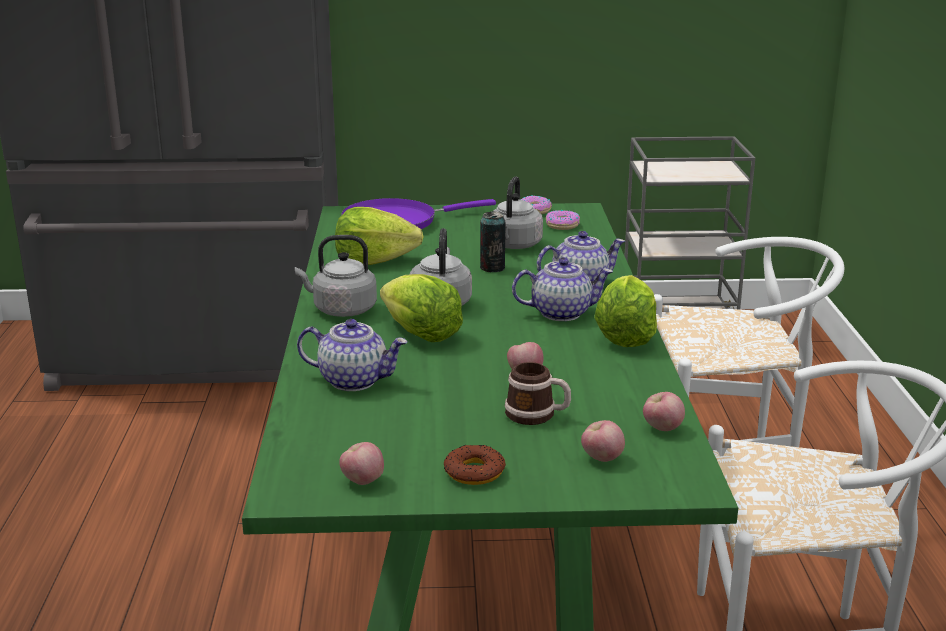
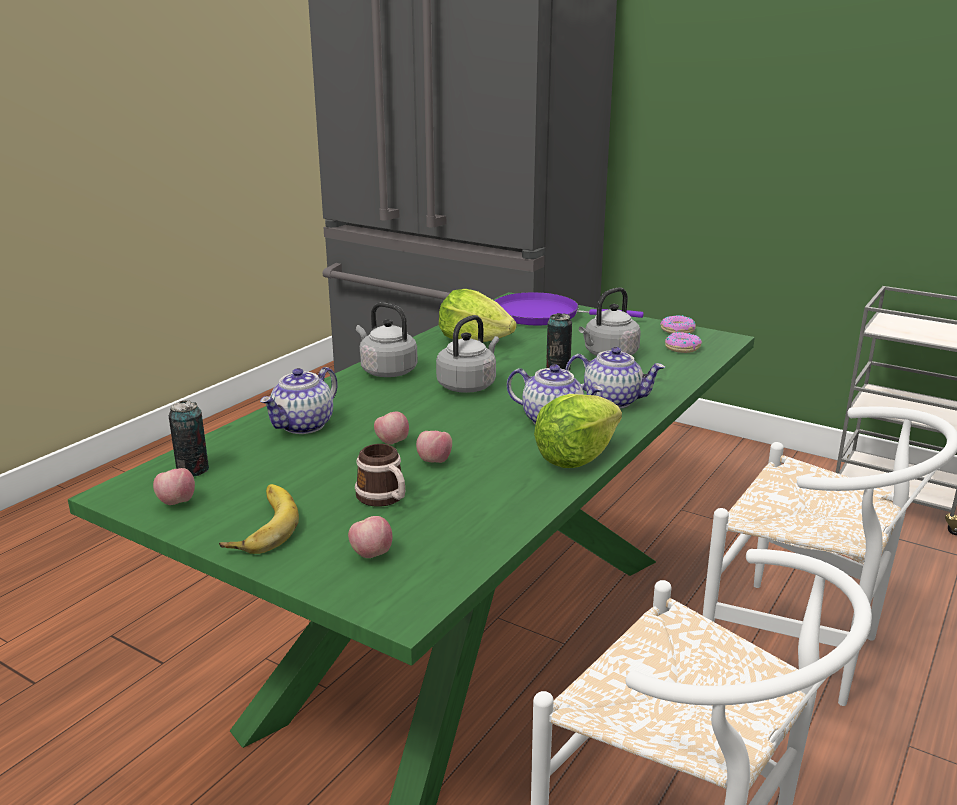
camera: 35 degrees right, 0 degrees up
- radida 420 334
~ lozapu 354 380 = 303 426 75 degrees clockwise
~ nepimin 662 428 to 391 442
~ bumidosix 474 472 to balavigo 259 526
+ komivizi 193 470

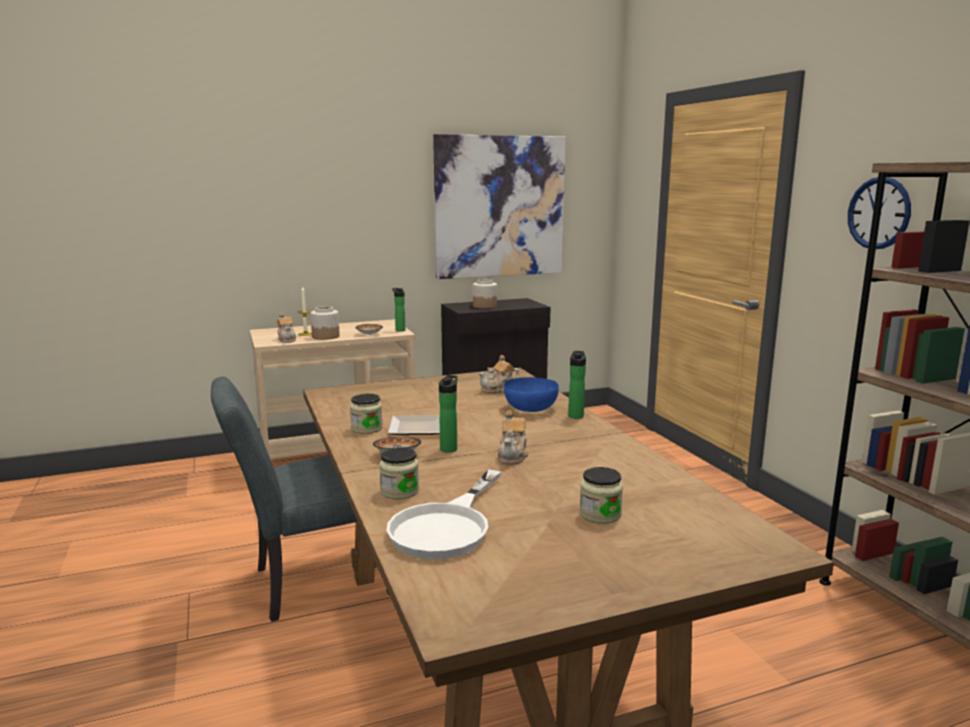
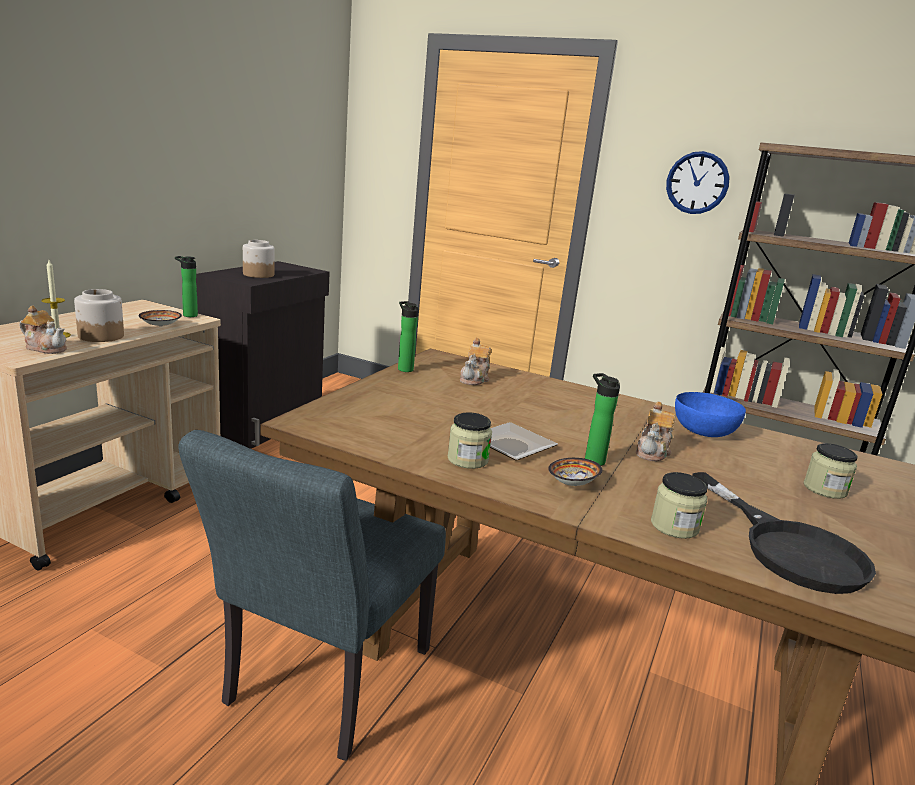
camera: 45 degrees left, 5 degrees up
- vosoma 500 207
~ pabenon 576 415 to 404 369
~ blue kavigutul 530 408 to 704 431
~ lozapu 512 456 = 653 452 60 degrees clockwise
~ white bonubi 447 526 to black bonubi 788 547

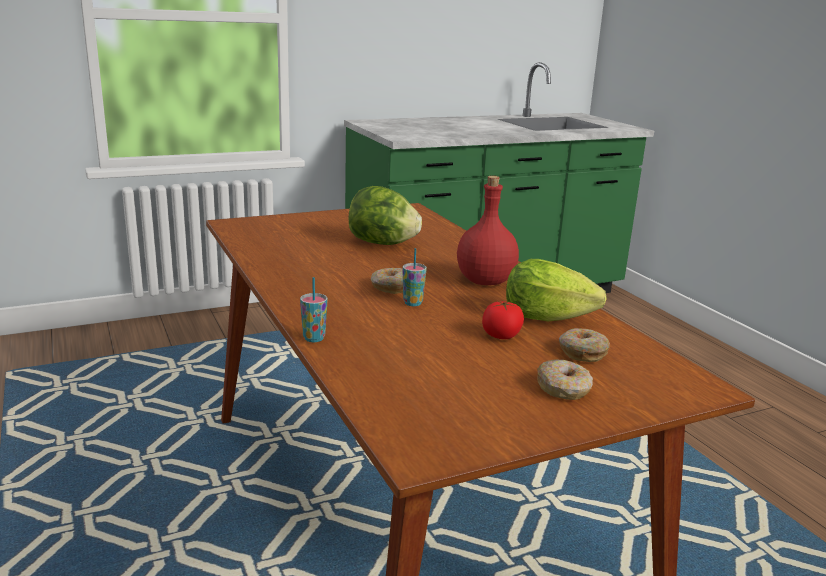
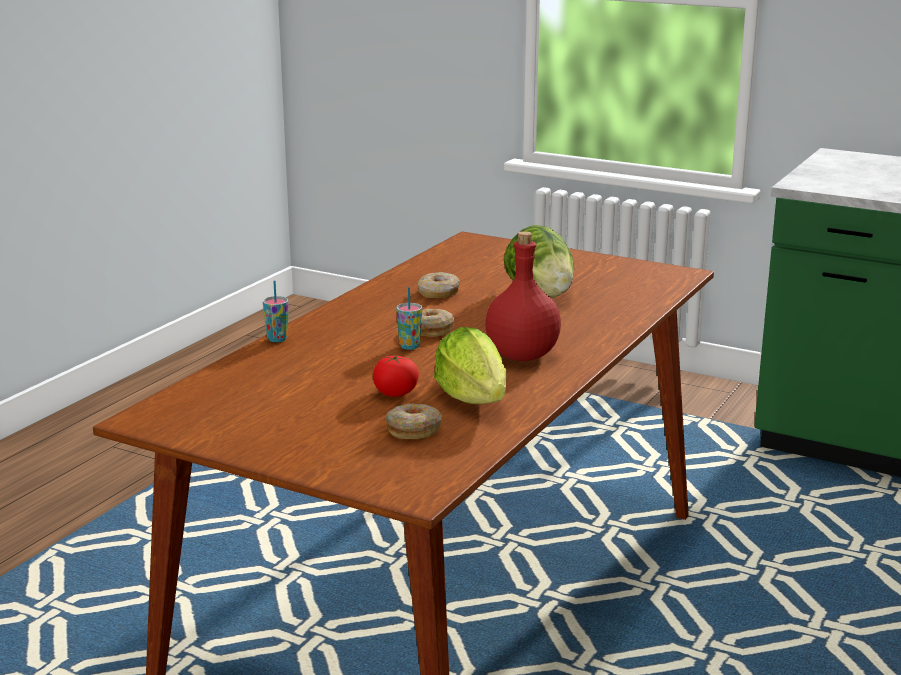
camera: 55 degrees right, 0 degrees up
~ bumidosix 564 388 to 438 293

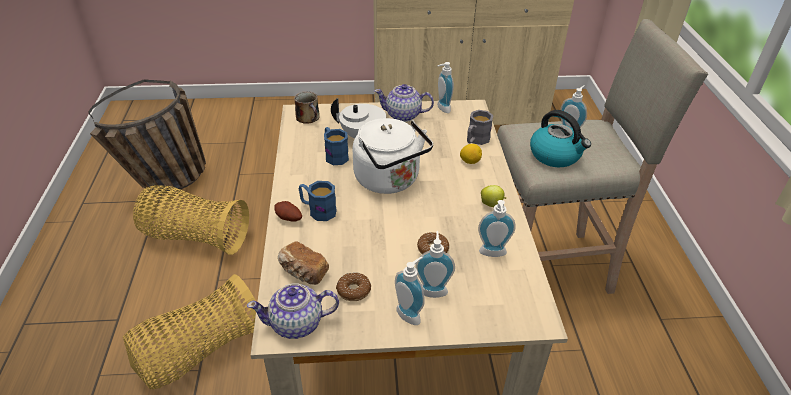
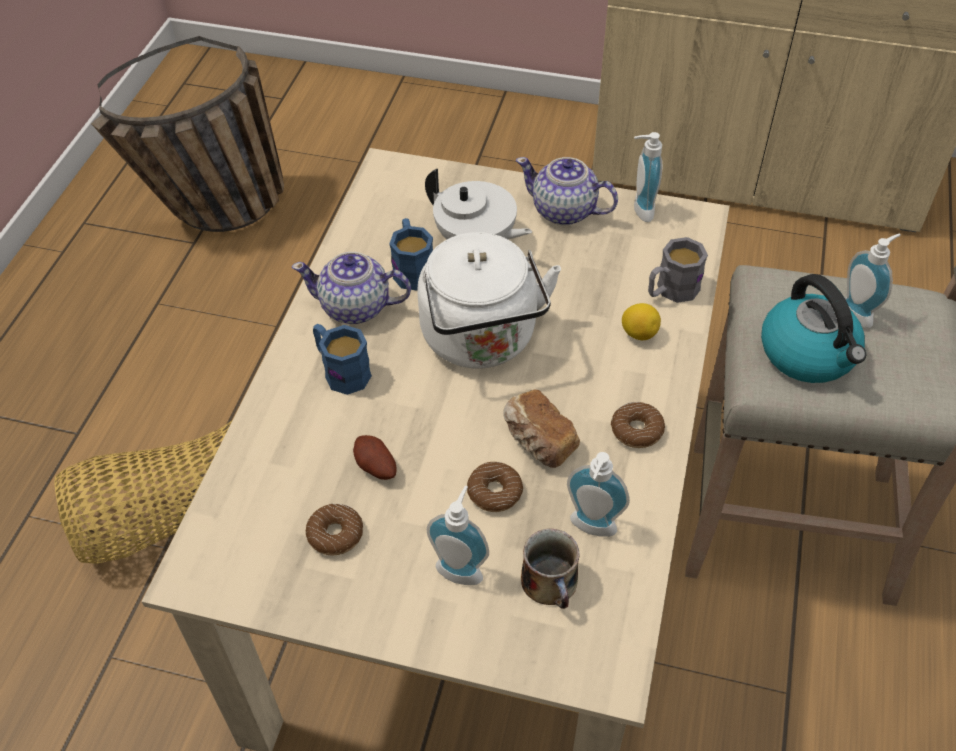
camera: 20 degrees right, 10 degrees up
~ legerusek 308 117 to 551 583
- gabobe 195 237
~ nepimin 492 204 to bumidosix 637 430
~ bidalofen 288 219 to 375 468
~ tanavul 303 273 to 537 441
- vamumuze 410 313
~ lozapu 297 324 to 356 307

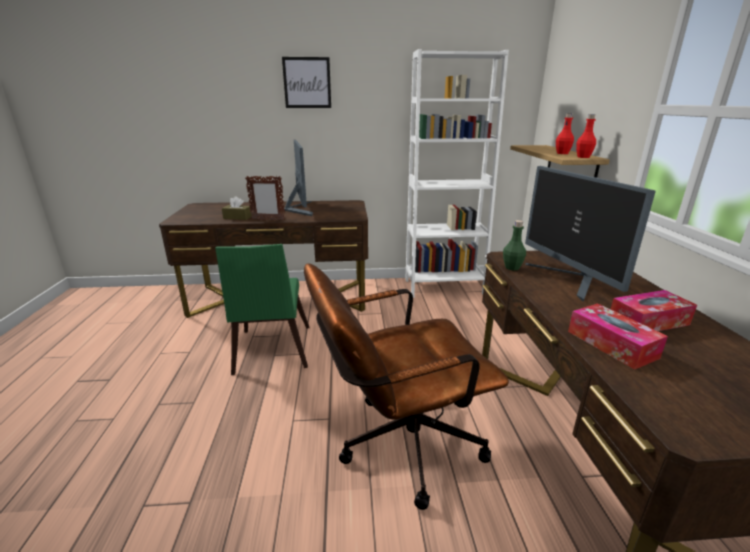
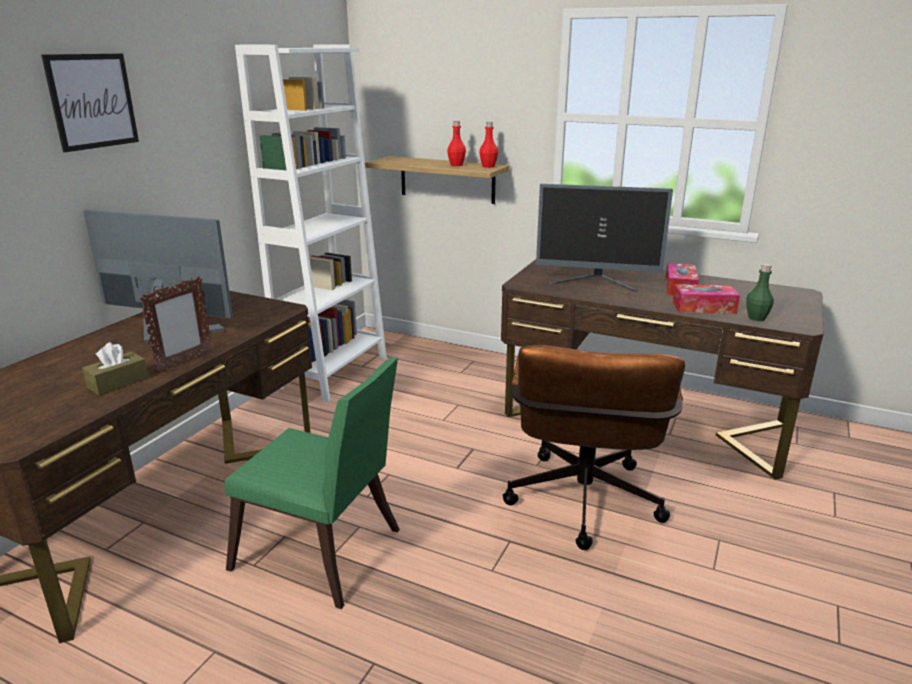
camera: 60 degrees left, 0 degrees up
~ green pabenon 512 267 to 756 318

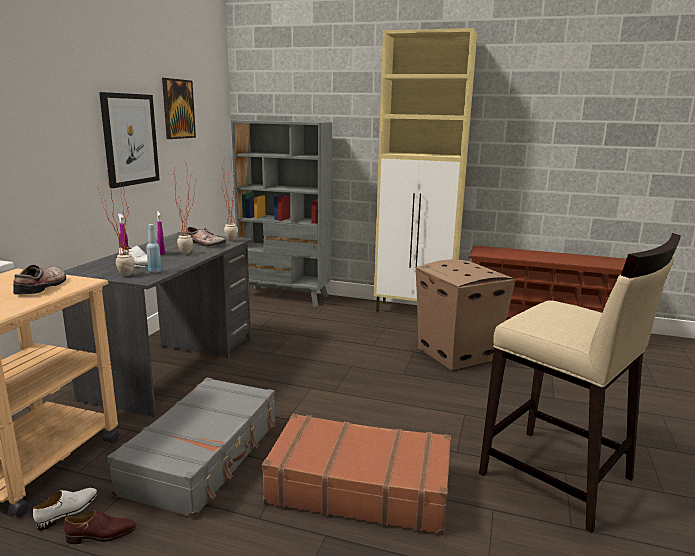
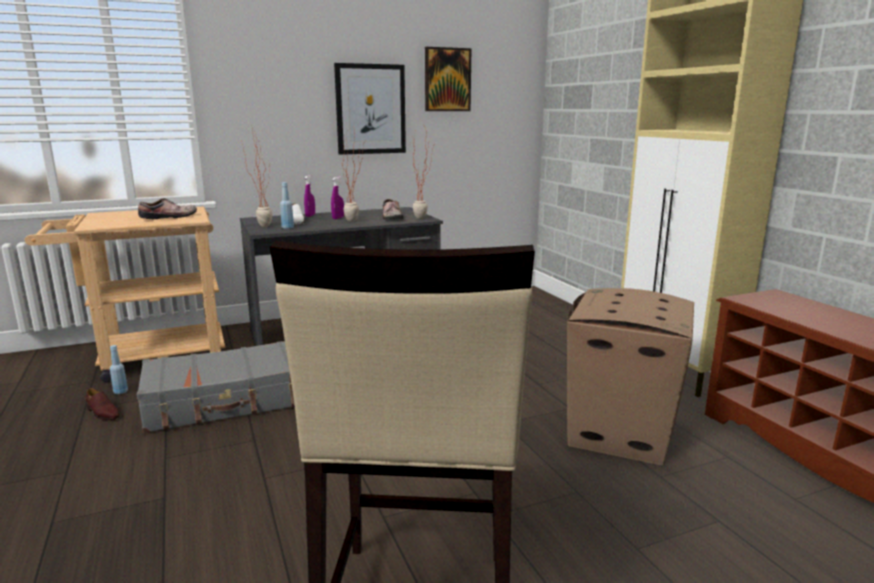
camera: 50 degrees right, 0 degrees up
- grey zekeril 285 297
- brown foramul 359 487
~ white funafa 68 511 to blue pabenon 121 392

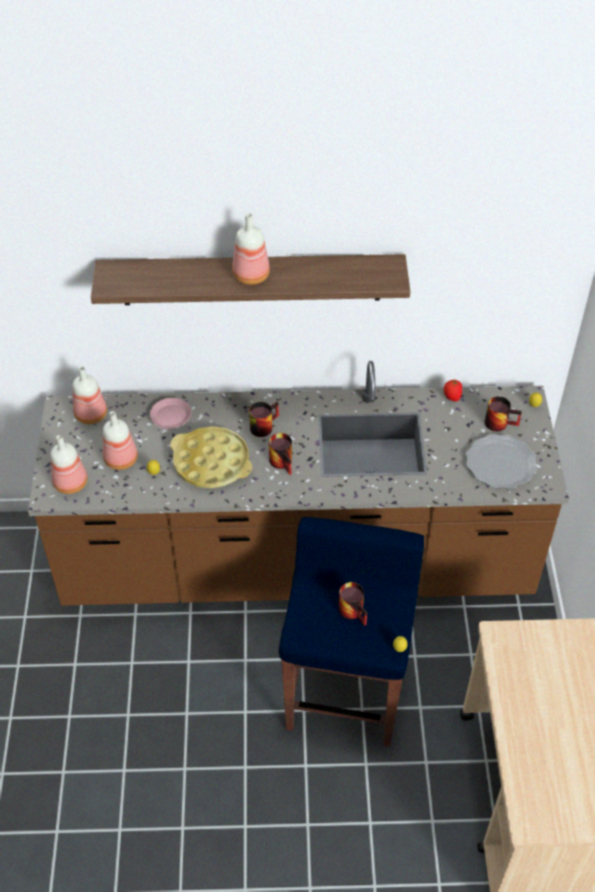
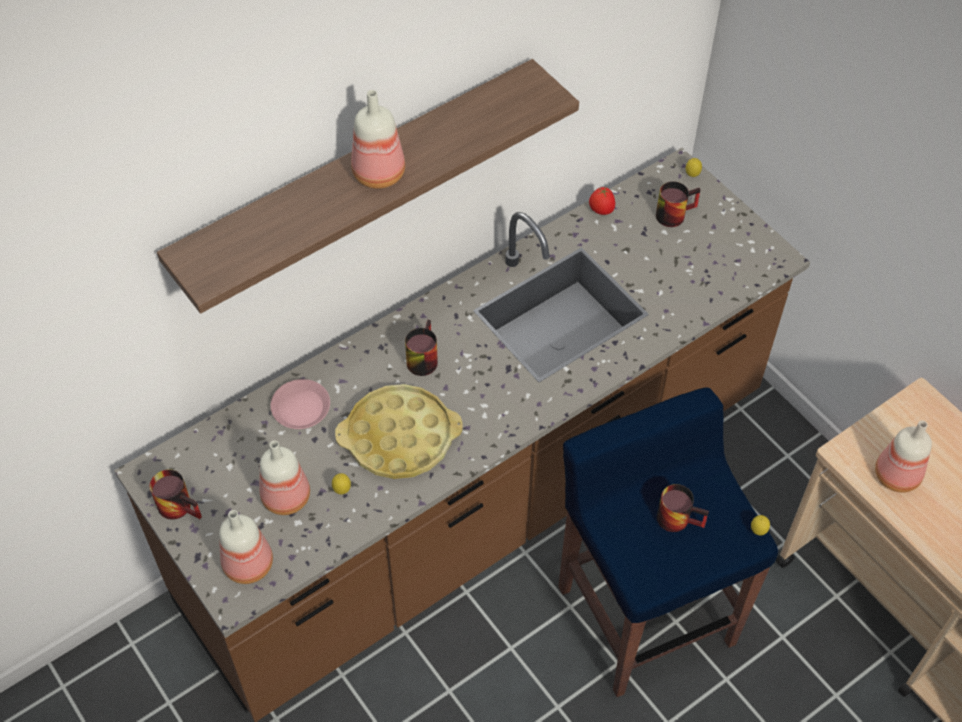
camera: 35 degrees left, 5 degrees up
~ pabenon 91 414 to 895 474
~ legerusek 284 462 to 181 505
- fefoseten 501 464

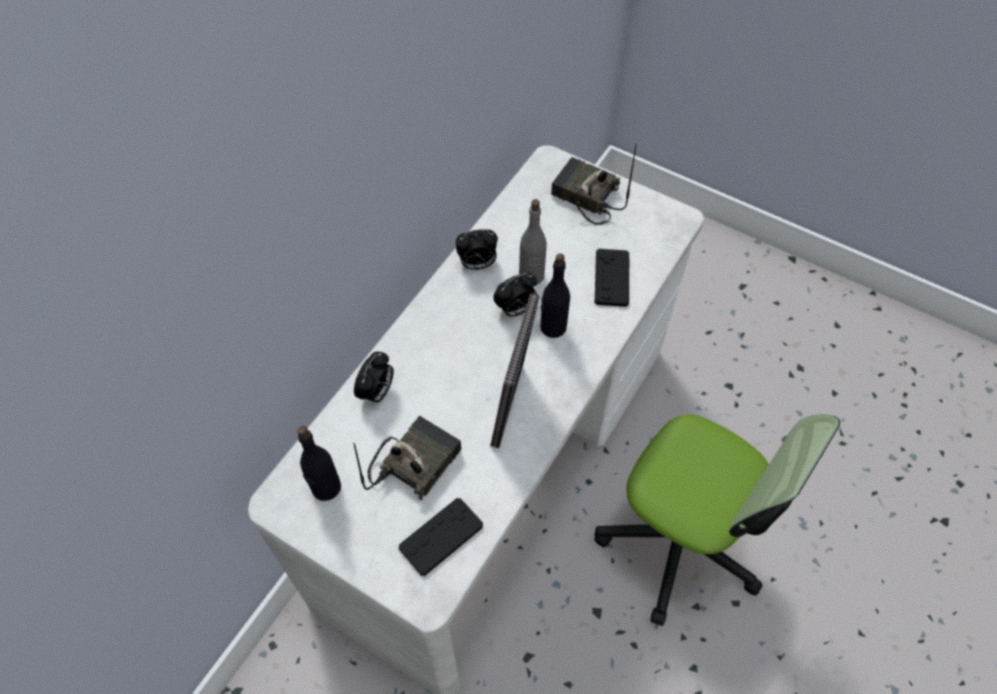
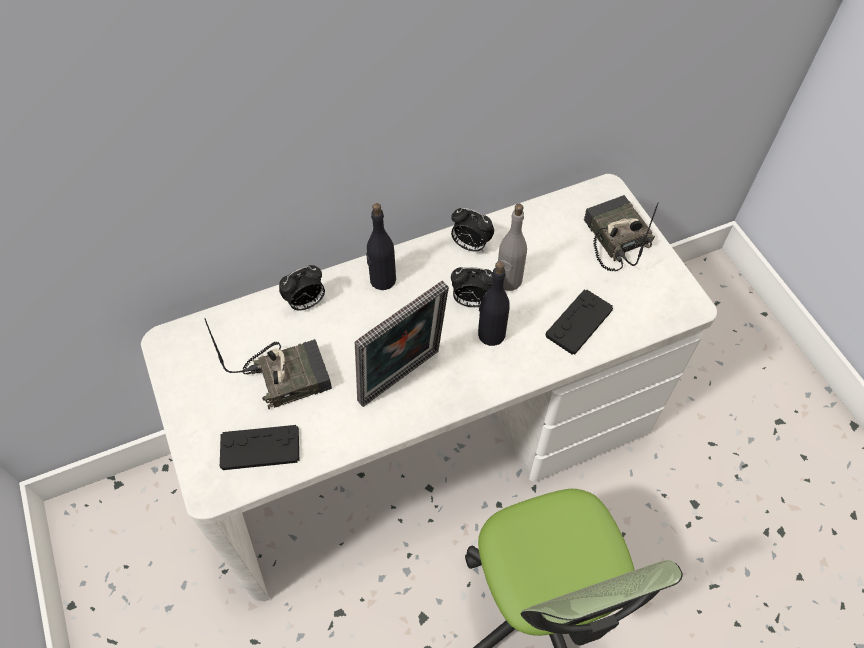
camera: 35 degrees right, 0 degrees up
~ black pabenon 326 487 to 382 280

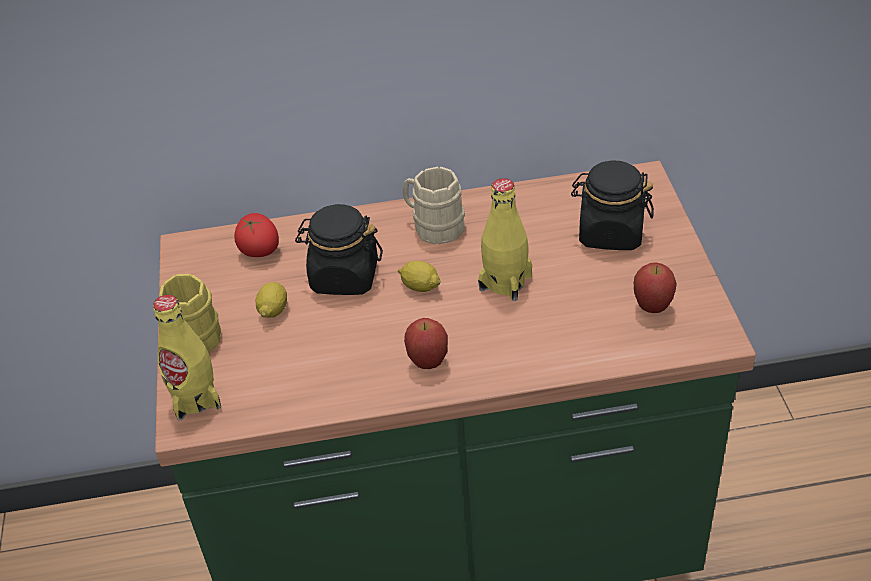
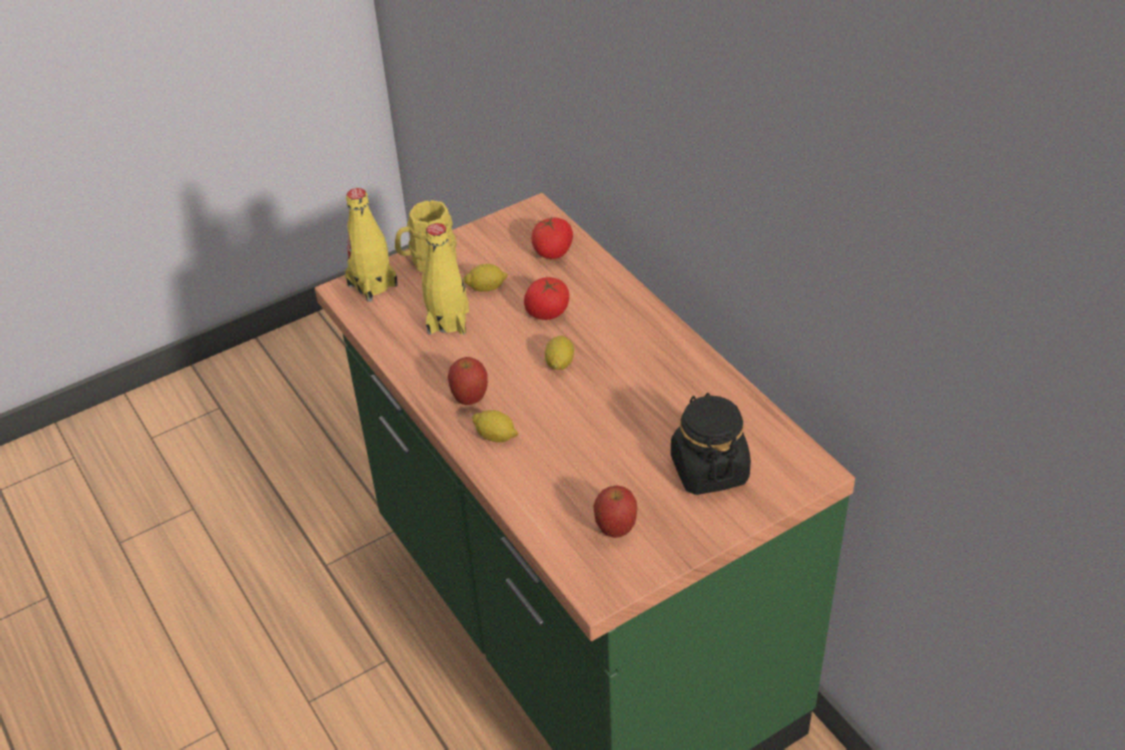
camera: 65 degrees right, 0 degrees up
- beige legerusek 433 226
~ yellow pabenon 505 282 to 448 321
~ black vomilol 344 276 to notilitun 547 312
+ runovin 495 436

